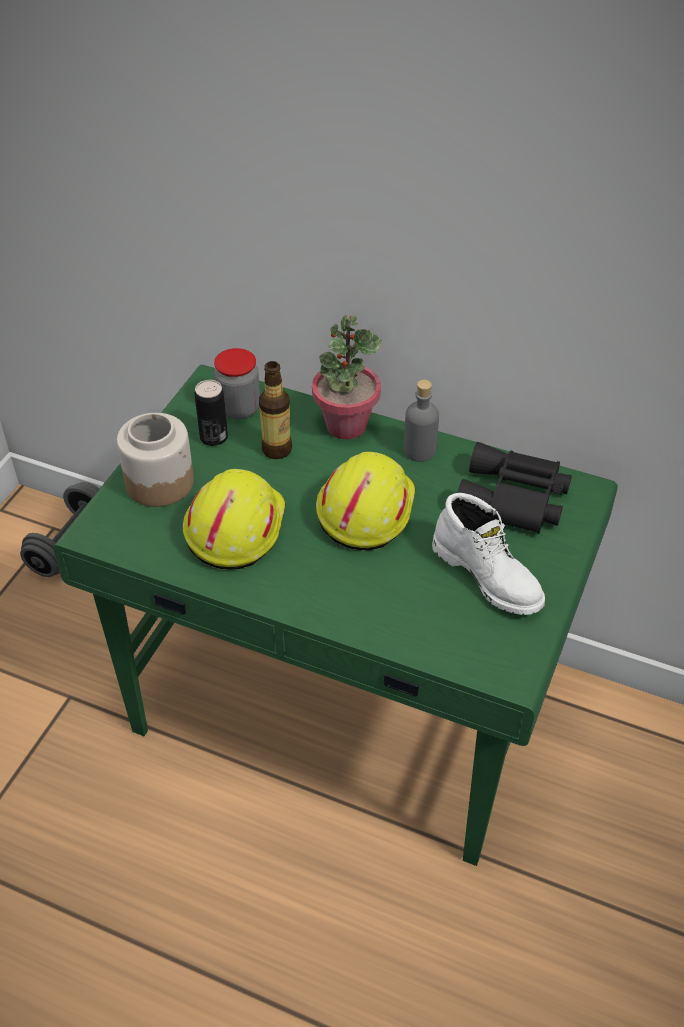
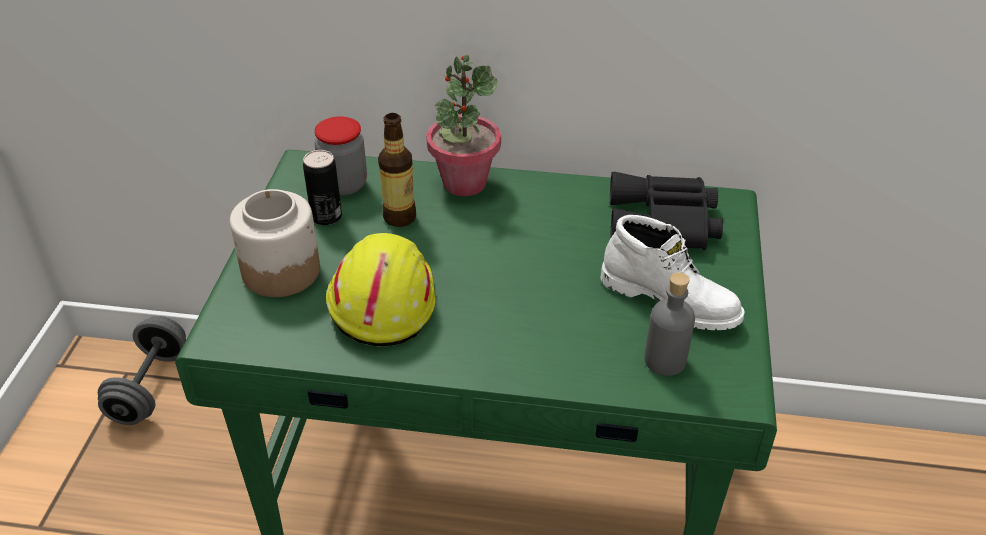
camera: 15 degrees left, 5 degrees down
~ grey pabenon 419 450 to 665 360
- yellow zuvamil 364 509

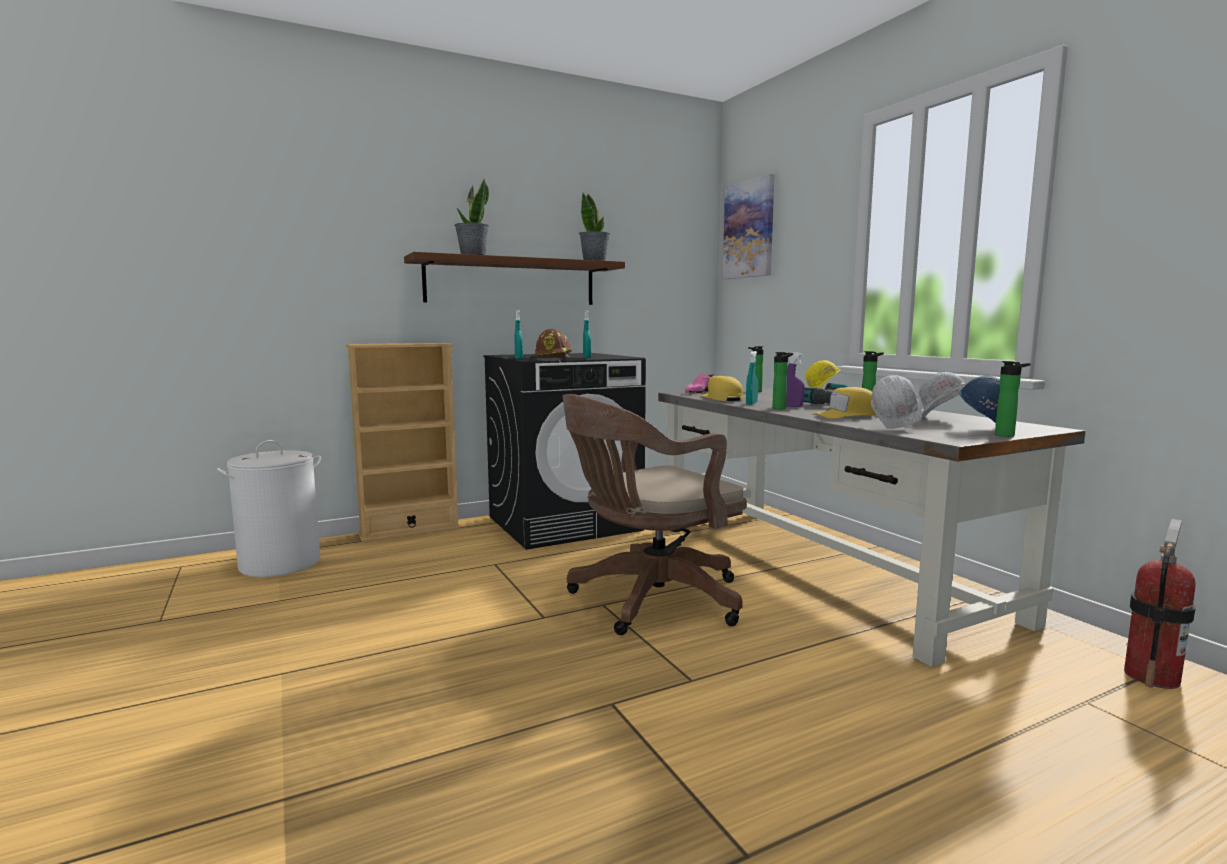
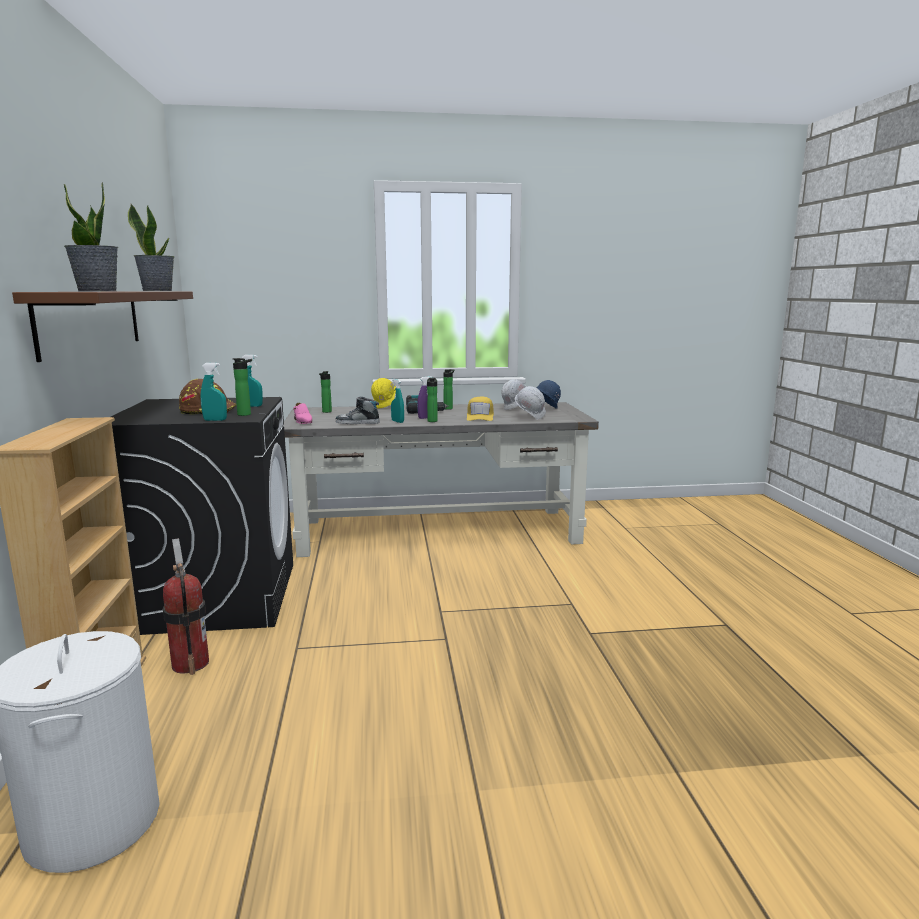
camera: 70 degrees left, 5 degrees up
- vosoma 749 229
~ pabenon 1007 436 to 246 414
~ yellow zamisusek 721 399 to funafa 357 423
- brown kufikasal 649 600
~ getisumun 1151 676 to 190 663

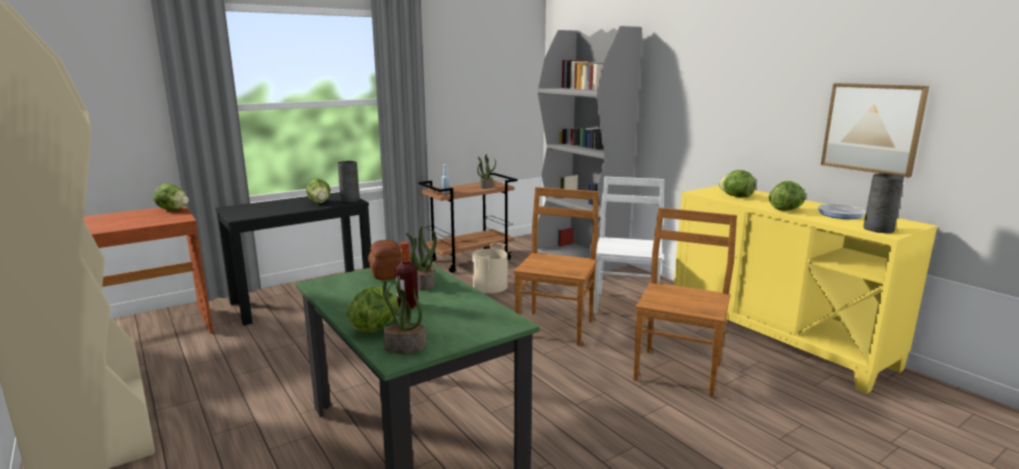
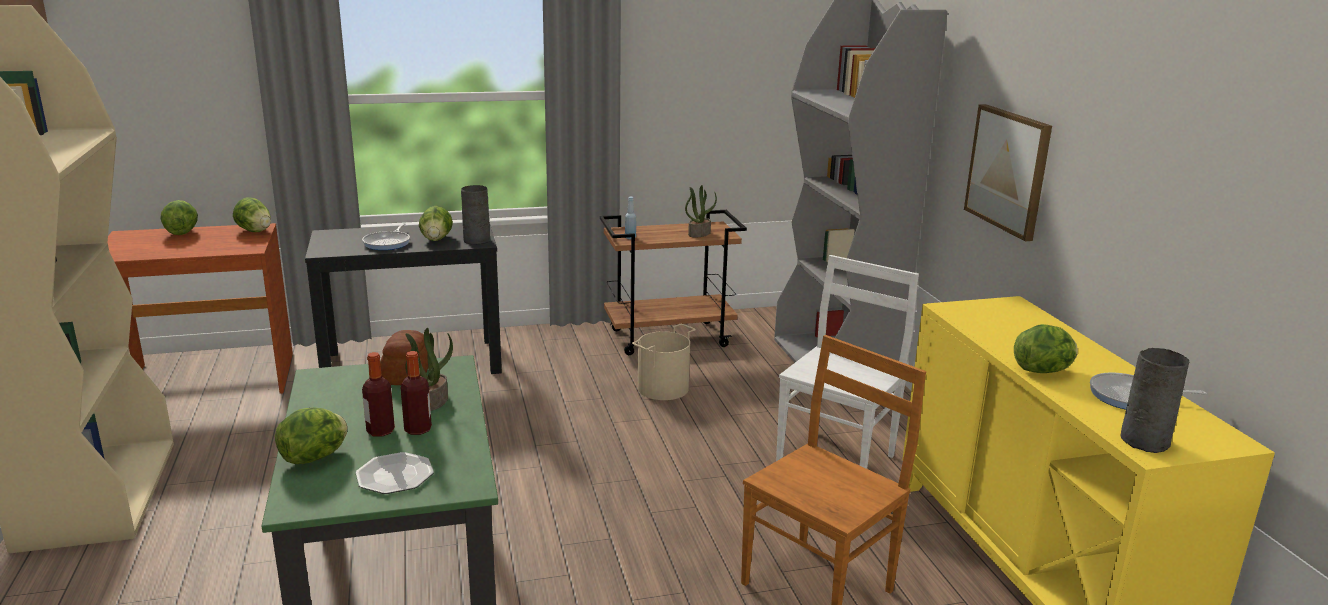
camera: 20 degrees right, 5 degrees up
~ vosoma 872 128 to 1008 170
~ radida 736 196 to 182 233
- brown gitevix 555 327
- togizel 404 347
+ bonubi 388 243
+ pabenon 418 429
+ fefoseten 395 475

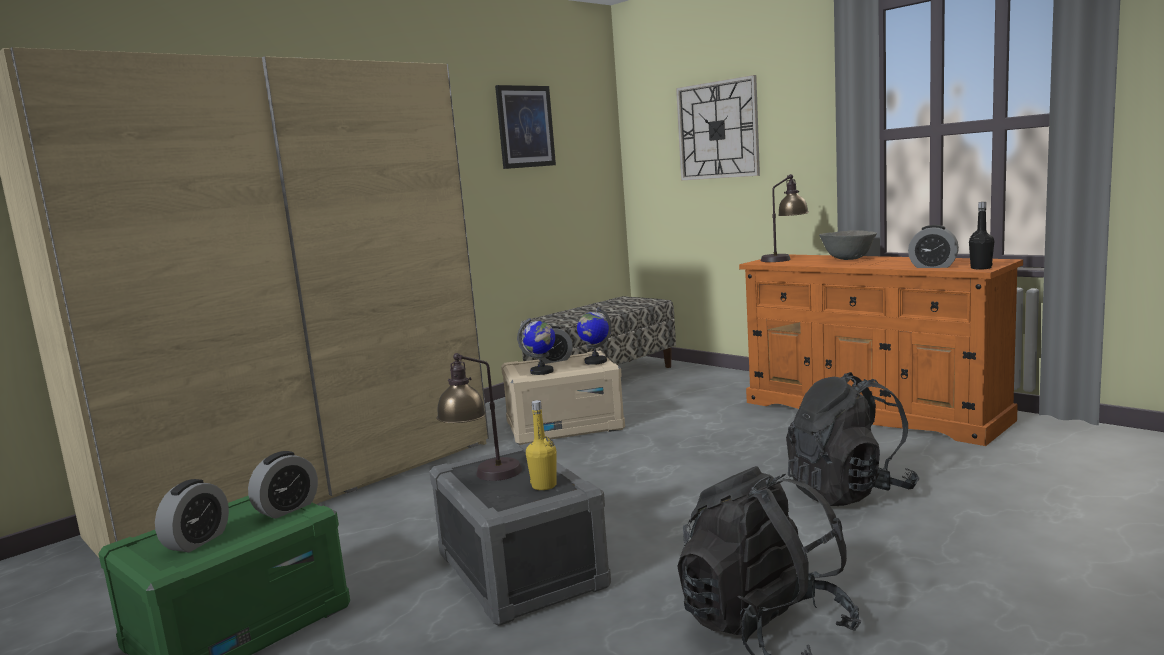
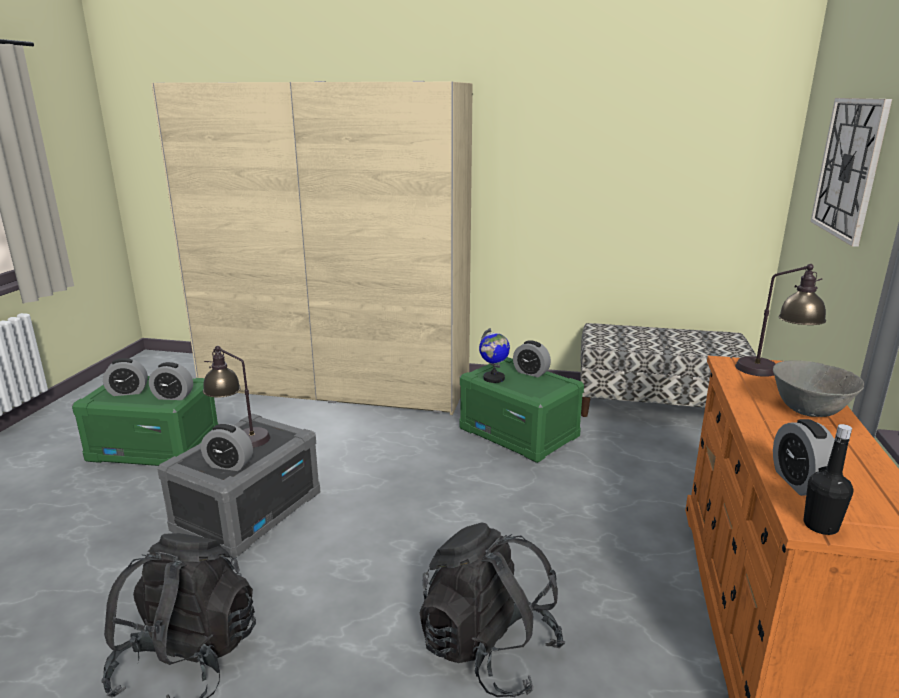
camera: 55 degrees right, 10 degrees up
- vosoma 525 126
- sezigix 595 361
~ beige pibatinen 564 426 to green pibatinen 519 433
~ yellow pabenon 544 486 to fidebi 229 465

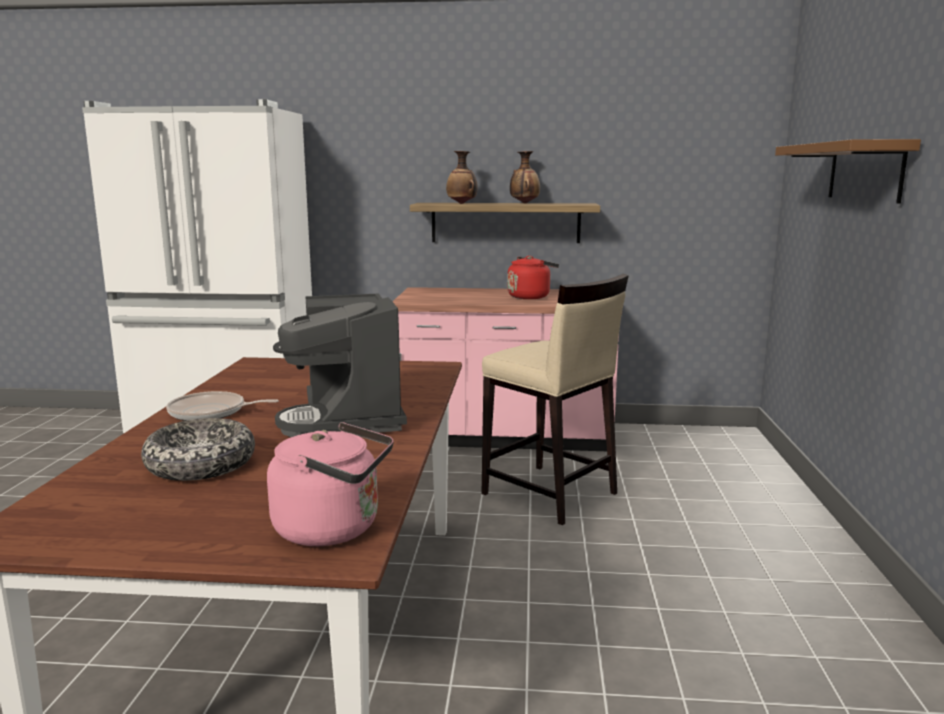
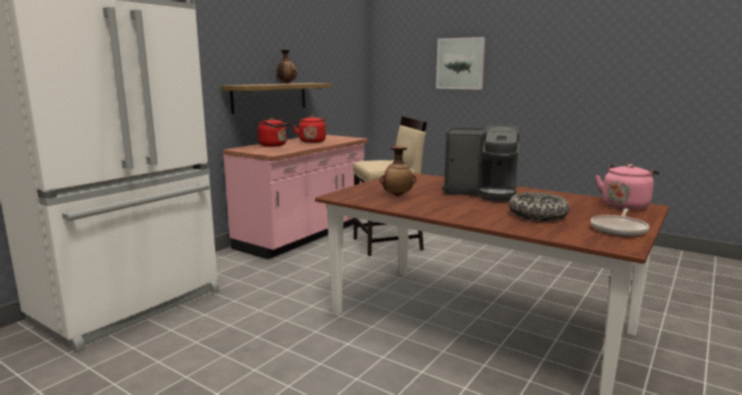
camera: 60 degrees left, 0 degrees up
~ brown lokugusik 865 172 to vosoma 460 63
~ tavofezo 462 203 to 397 196
~ bonubi 211 413 to 619 229
+ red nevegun 274 145

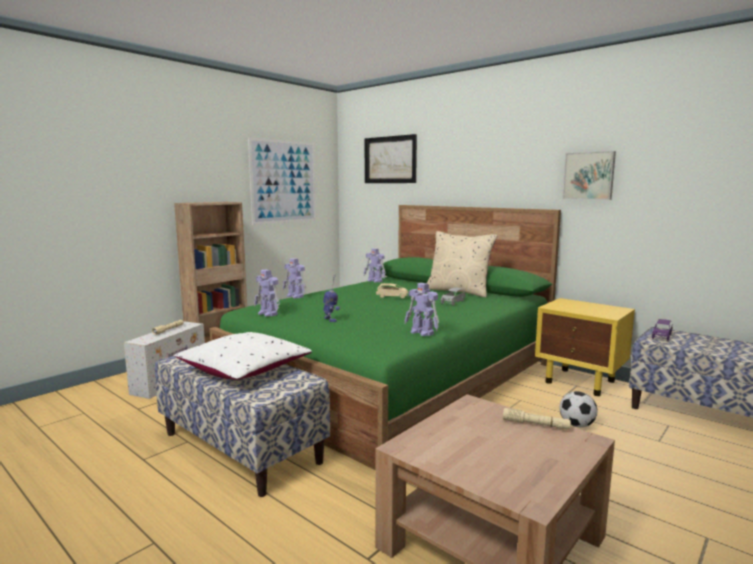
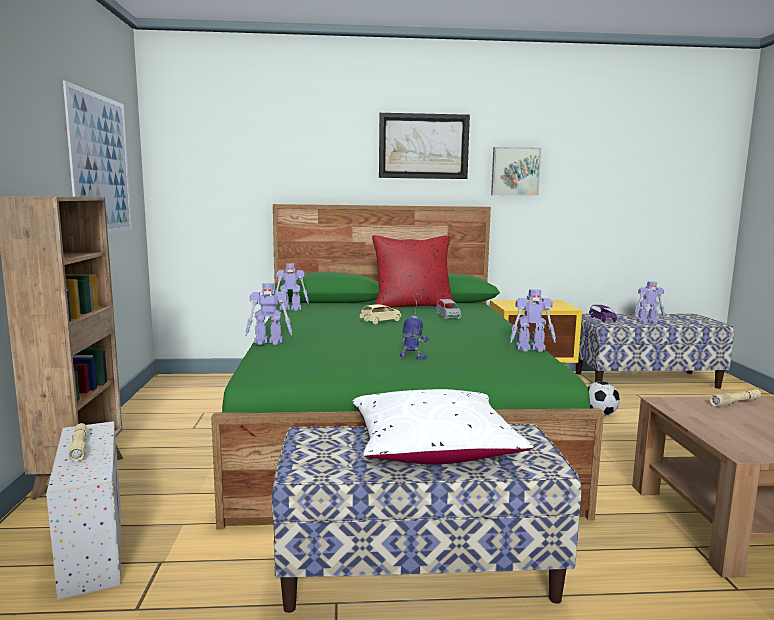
camera: 45 degrees left, 0 degrees up
~ vosoma 390 160 to 423 146
~ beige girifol 459 291 to red girifol 412 306
~ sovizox 268 314 to 648 322

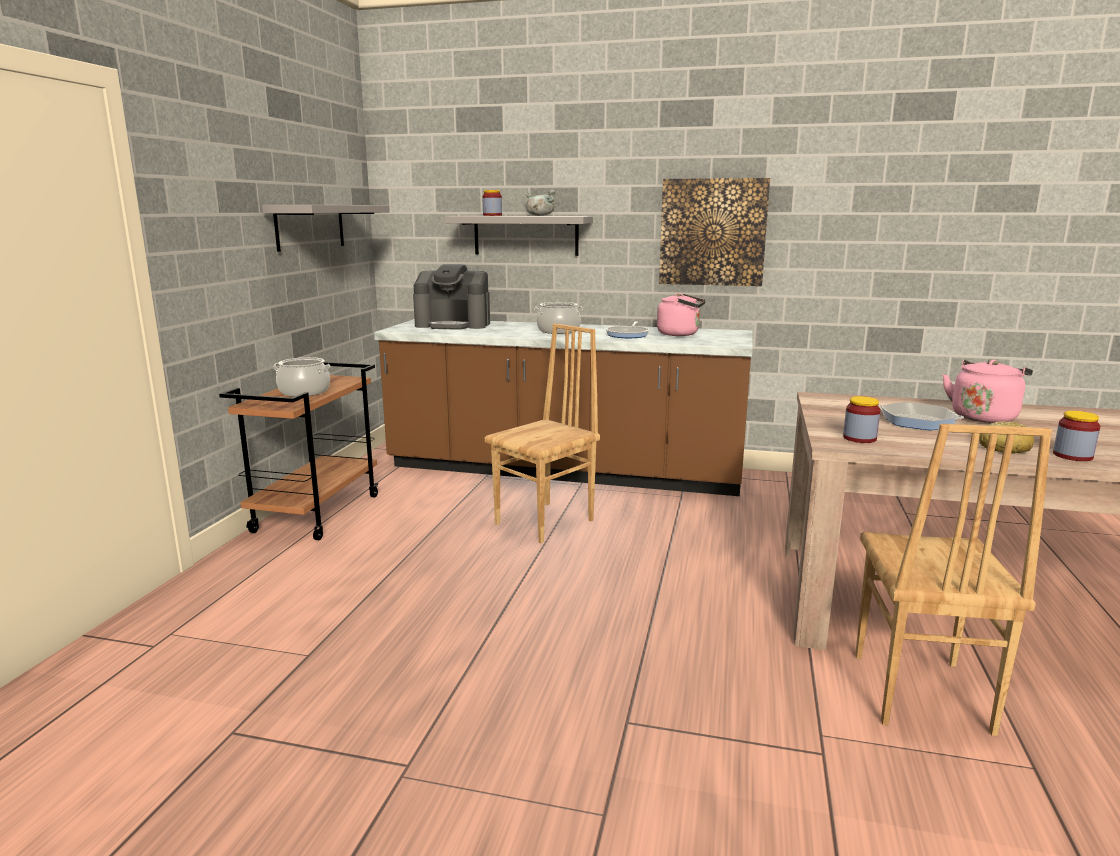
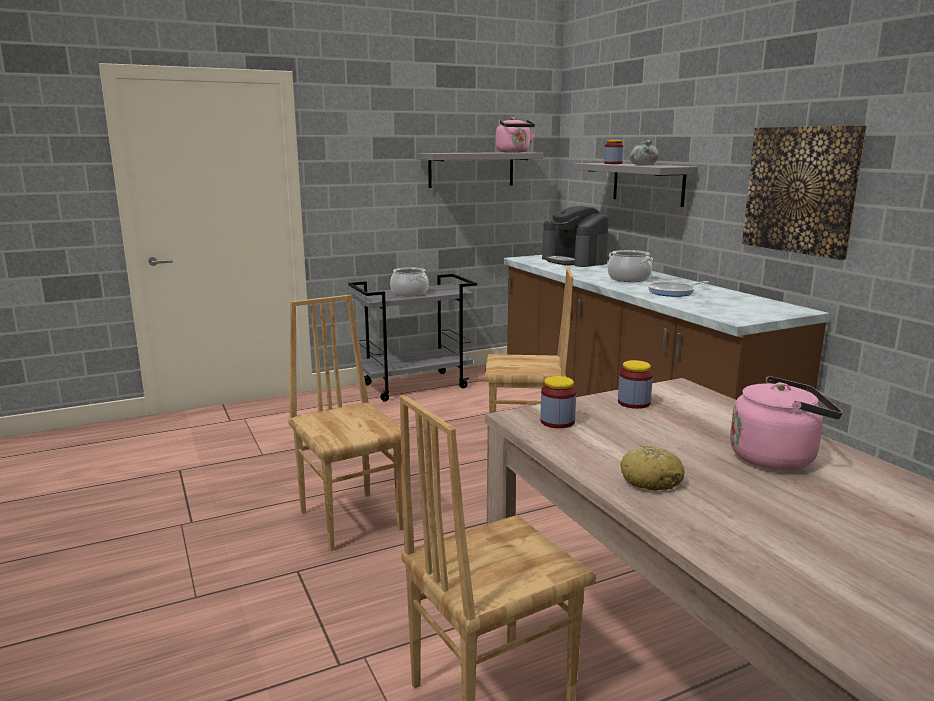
camera: 50 degrees right, 0 degrees up
~ pink nevegun 680 334 to 514 152
~ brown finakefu 317 513 to grey finakefu 415 386
- bonubi 917 421
~ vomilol 1072 456 to 634 403
+ brown gitevix 352 519

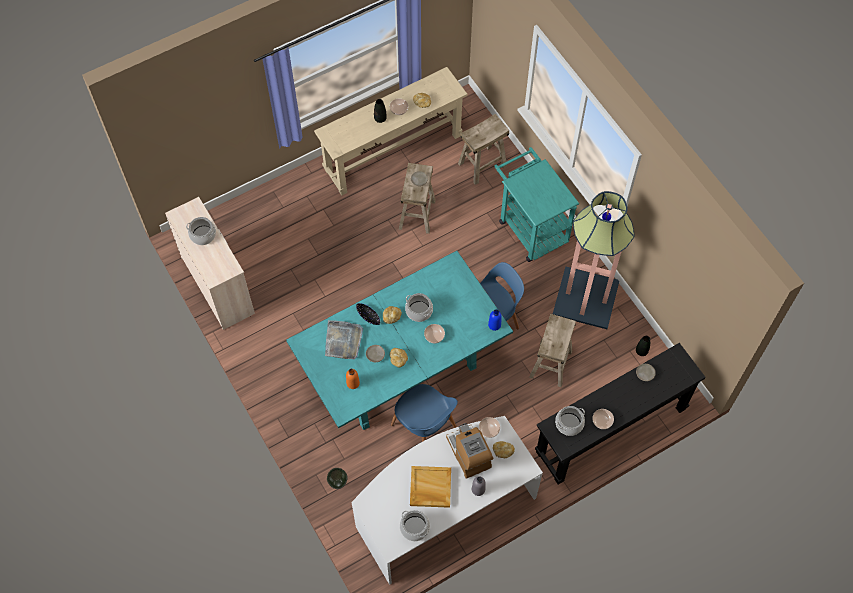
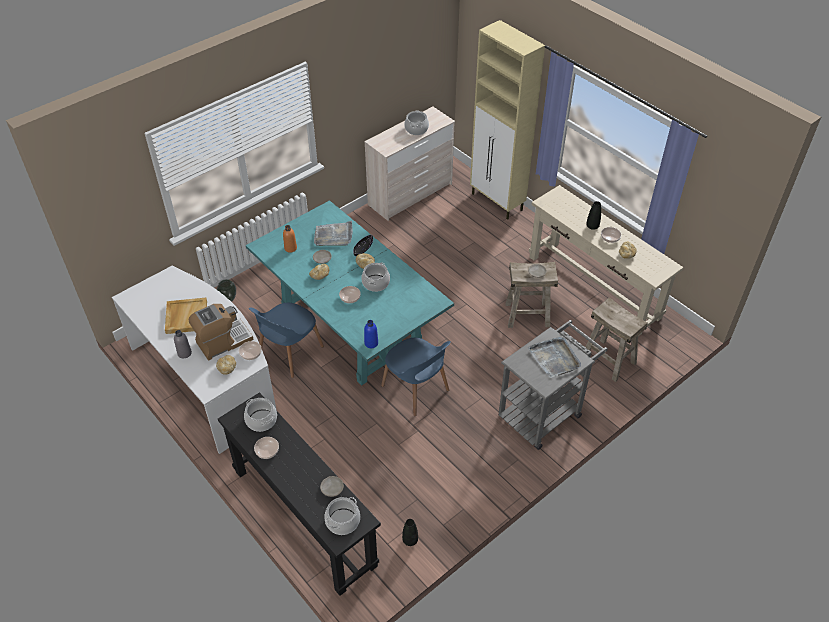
camera: 80 degrees right, 15 degrees down
~ turquoise finakefu 530 226 to grey finakefu 544 412
- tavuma 585 297
- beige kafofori 551 364
~ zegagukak 415 528 to 343 521
+ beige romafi 497 202
+ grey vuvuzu 554 358

